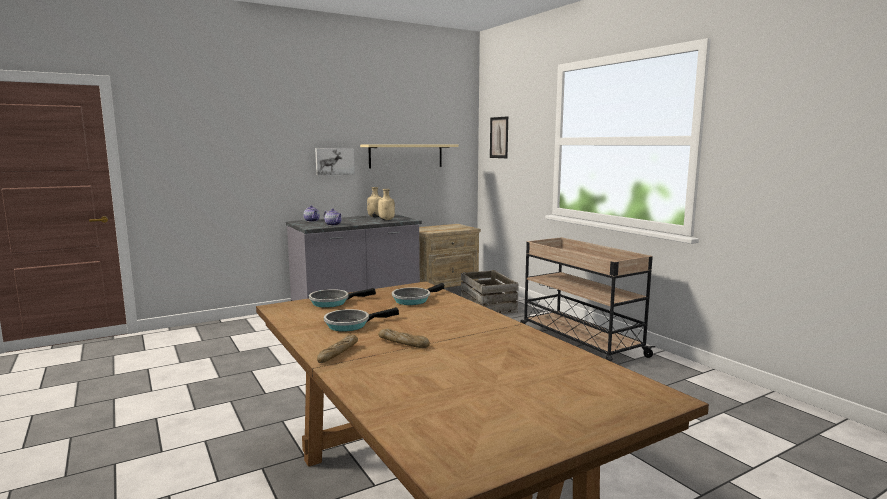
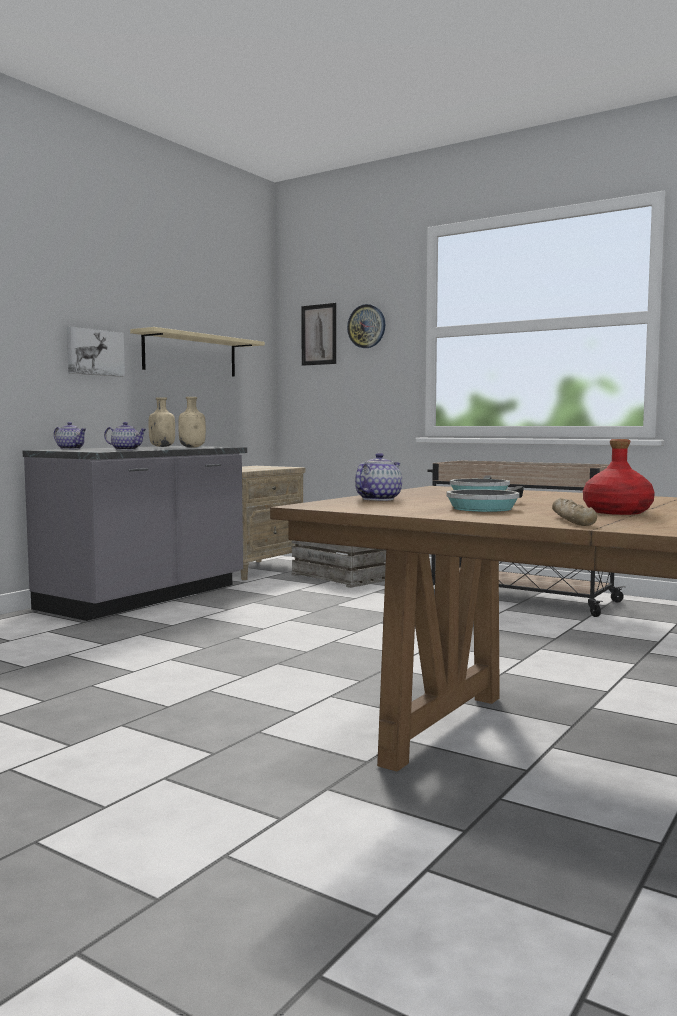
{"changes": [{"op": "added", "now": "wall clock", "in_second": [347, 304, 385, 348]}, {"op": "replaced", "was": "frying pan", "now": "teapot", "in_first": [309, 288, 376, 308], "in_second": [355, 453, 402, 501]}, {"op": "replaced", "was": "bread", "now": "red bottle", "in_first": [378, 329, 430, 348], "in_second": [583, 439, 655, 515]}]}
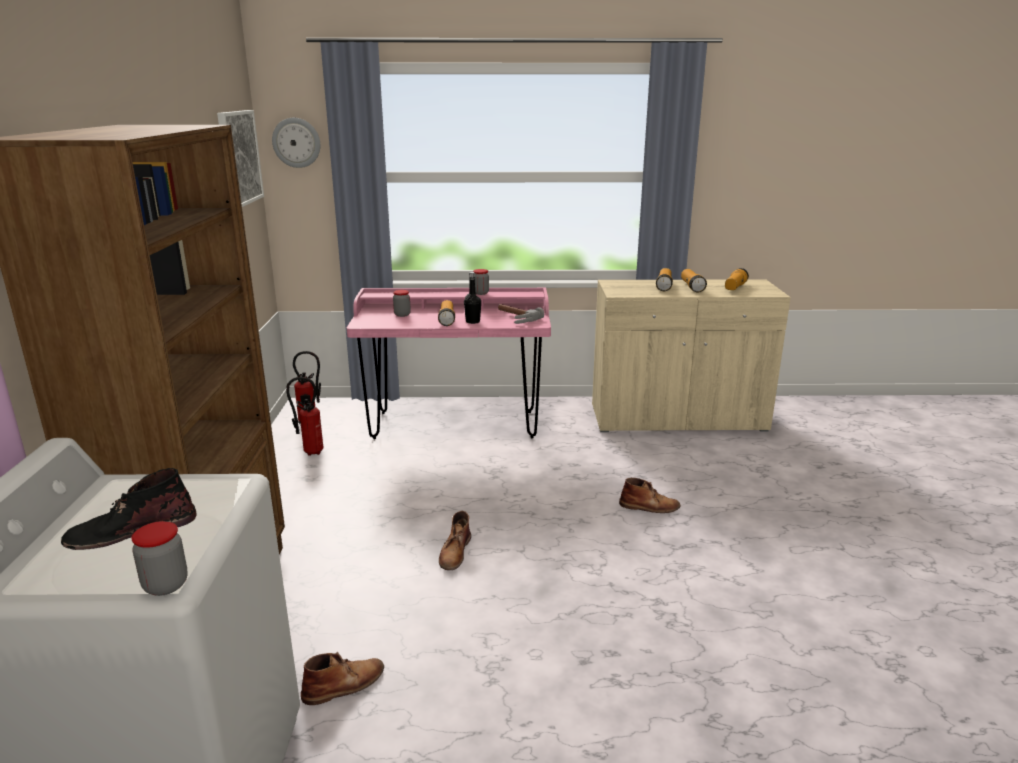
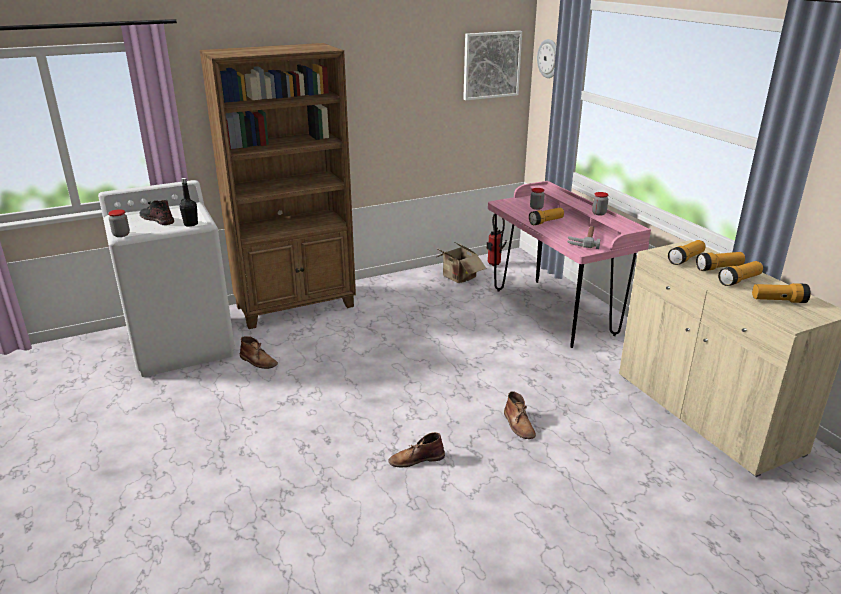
{"changes": [{"op": "moved", "was": "black bottle", "in_first": [464, 272, 481, 324], "in_second": [179, 178, 198, 227]}, {"op": "moved", "was": "brown boot", "in_first": [439, 511, 471, 570], "in_second": [388, 432, 445, 467]}, {"op": "replaced", "was": "fire extinguisher", "now": "cardboard box", "in_first": [286, 377, 324, 456], "in_second": [436, 242, 487, 283]}, {"op": "added", "now": "flashlight", "in_second": [668, 240, 706, 265]}]}
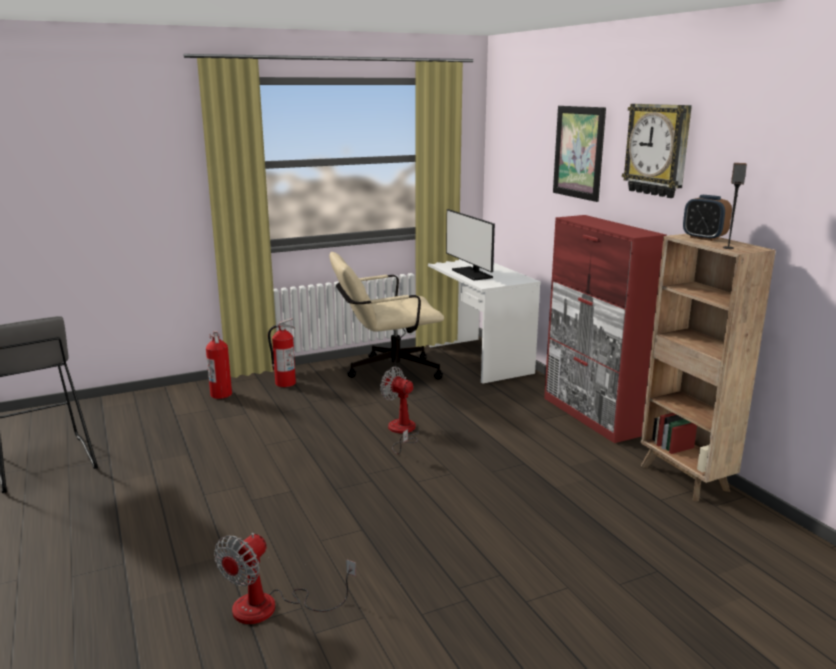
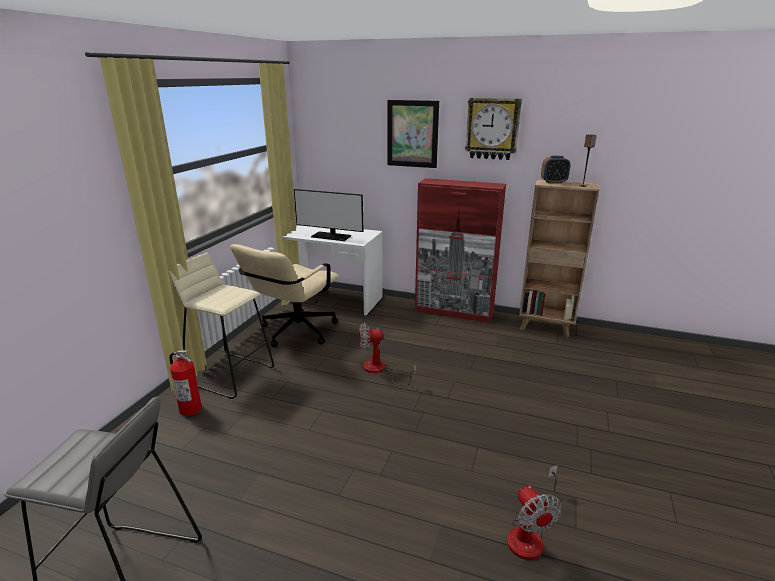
{"changes": [{"op": "replaced", "was": "fire extinguisher", "now": "beige stool", "in_first": [268, 318, 296, 387], "in_second": [169, 253, 274, 399]}]}
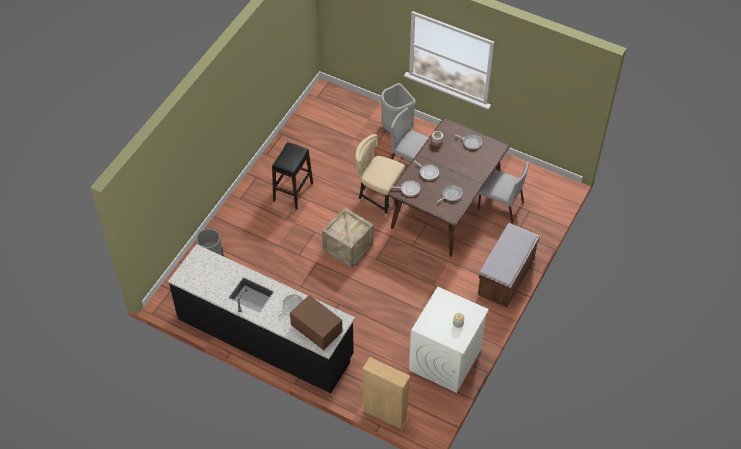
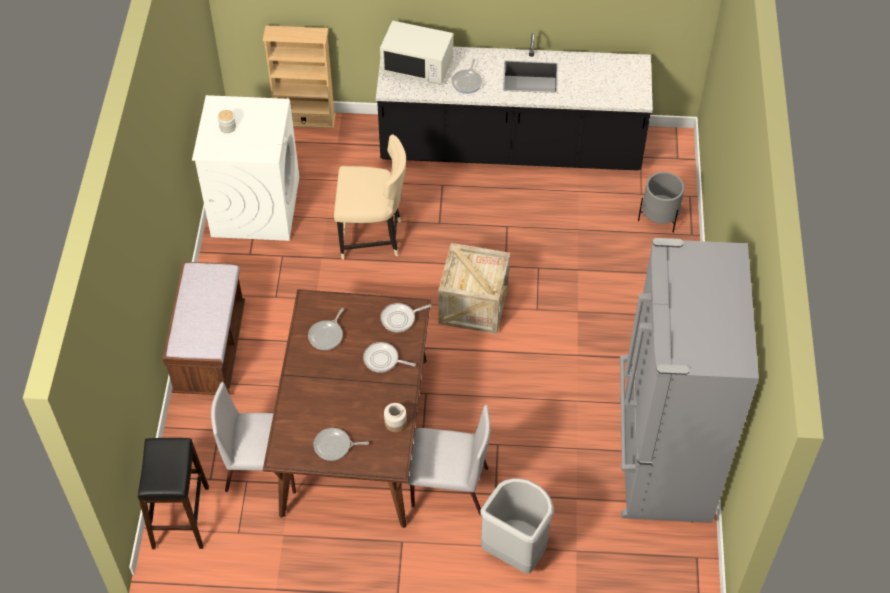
{"changes": [{"op": "moved", "was": "black stool", "in_first": [272, 142, 313, 210], "in_second": [138, 438, 209, 549]}, {"op": "moved", "was": "beige chair", "in_first": [356, 134, 405, 217], "in_second": [334, 134, 406, 260]}, {"op": "recoloured", "was": "brown microwave", "now": "white microwave", "in_first": [290, 295, 343, 350], "in_second": [380, 21, 453, 85]}, {"op": "added", "now": "grey fridge", "in_second": [620, 238, 759, 523]}]}
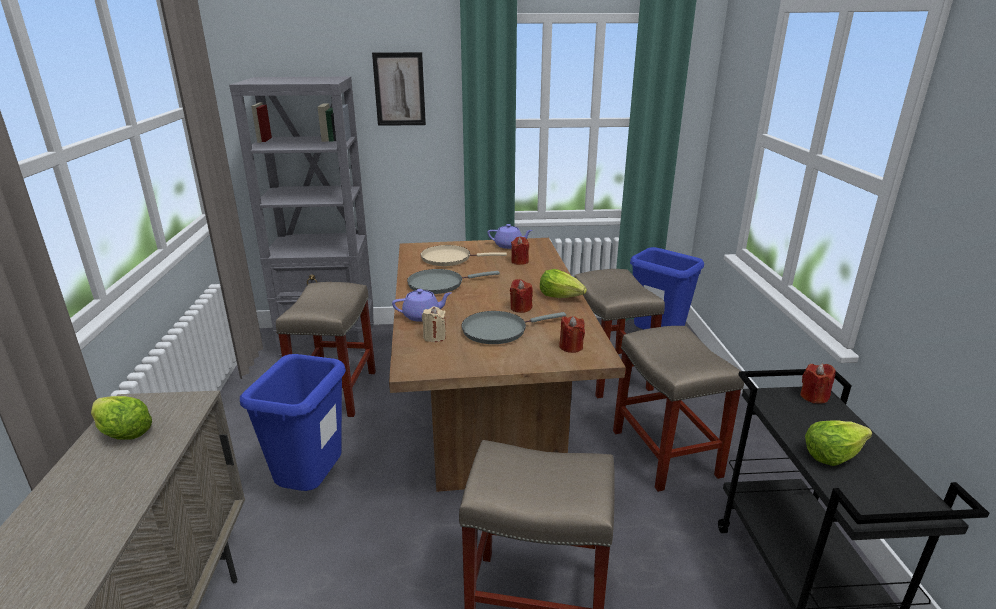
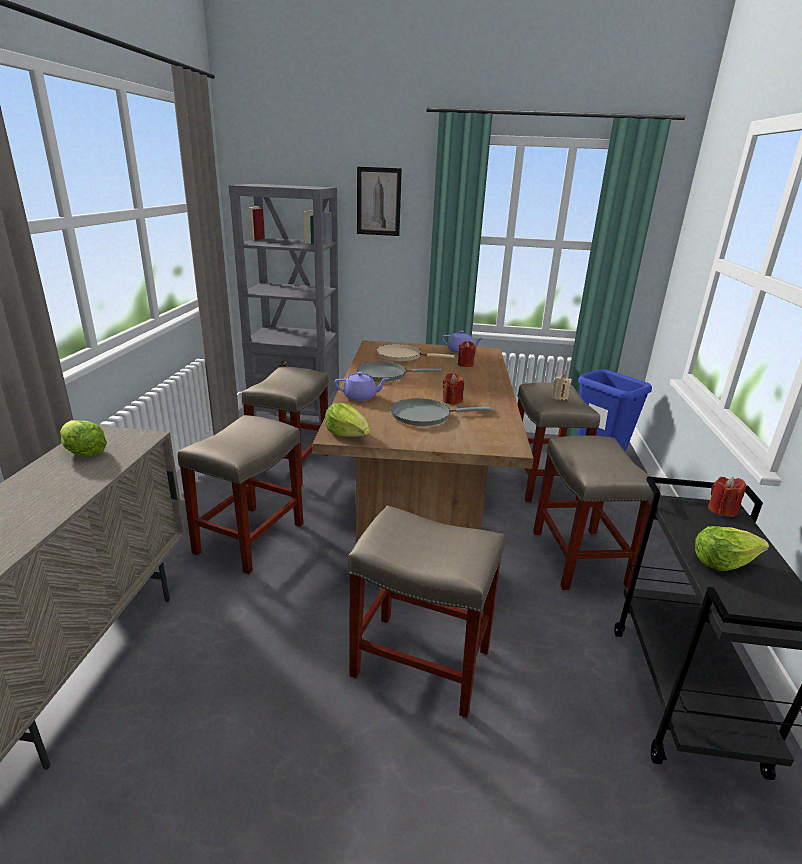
{"changes": [{"op": "replaced", "was": "blue trash can", "now": "beige stool", "in_first": [240, 354, 346, 491], "in_second": [178, 415, 303, 574]}, {"op": "moved", "was": "lettuce", "in_first": [540, 269, 587, 298], "in_second": [325, 403, 370, 437]}, {"op": "moved", "was": "beige candle", "in_first": [422, 307, 446, 342], "in_second": [552, 375, 572, 400]}, {"op": "removed", "was": "red candle", "in_first": [559, 316, 585, 353]}]}
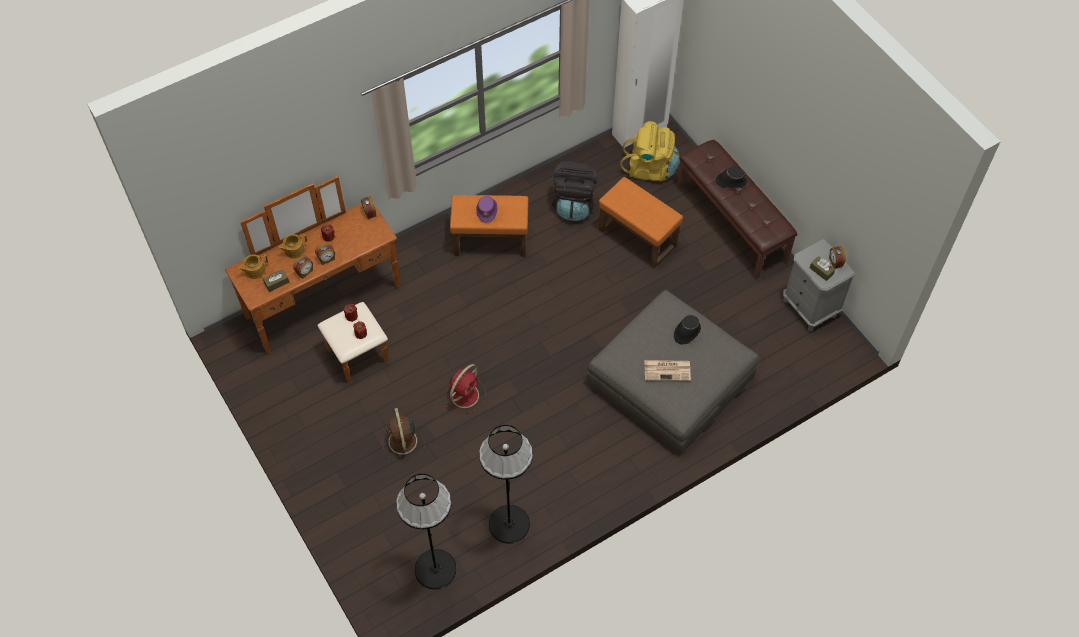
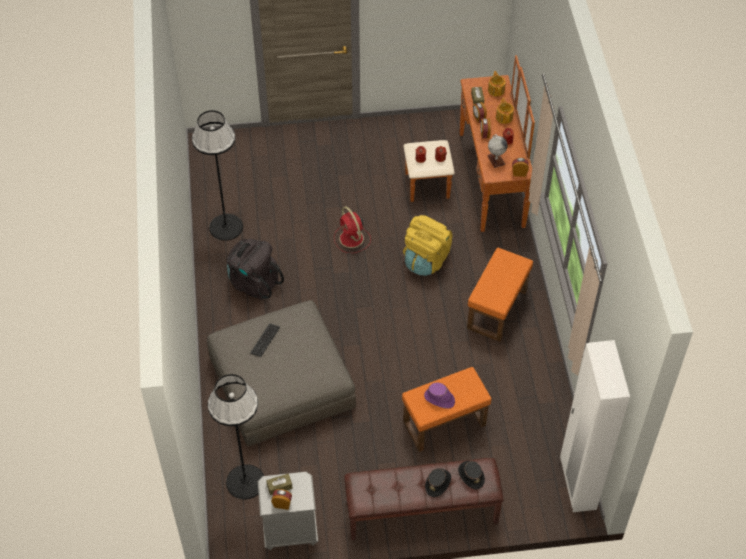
{"changes": [{"op": "moved", "was": "black floor lamp", "in_first": [396, 473, 457, 589], "in_second": [208, 374, 264, 499]}, {"op": "moved", "was": "black backpack", "in_first": [552, 161, 598, 221], "in_second": [227, 239, 284, 300]}, {"op": "replaced", "was": "newspaper", "now": "keyboard", "in_first": [645, 360, 691, 381], "in_second": [250, 323, 280, 357]}, {"op": "moved", "was": "yellow backpack", "in_first": [620, 121, 680, 181], "in_second": [403, 215, 452, 276]}, {"op": "moved", "was": "purple hat", "in_first": [476, 196, 497, 223], "in_second": [424, 382, 455, 409]}, {"op": "moved", "was": "black hat", "in_first": [674, 315, 701, 345], "in_second": [458, 461, 485, 490]}, {"op": "added", "now": "globe", "in_second": [487, 134, 508, 168]}, {"op": "removed", "was": "brown fan", "in_first": [382, 408, 425, 461]}]}
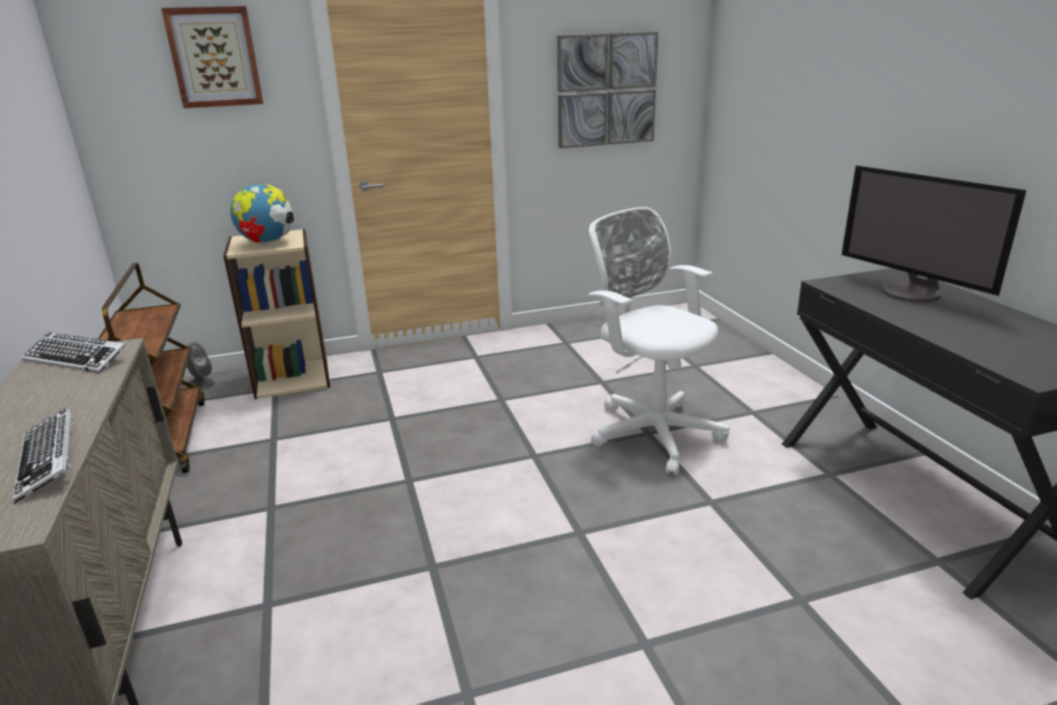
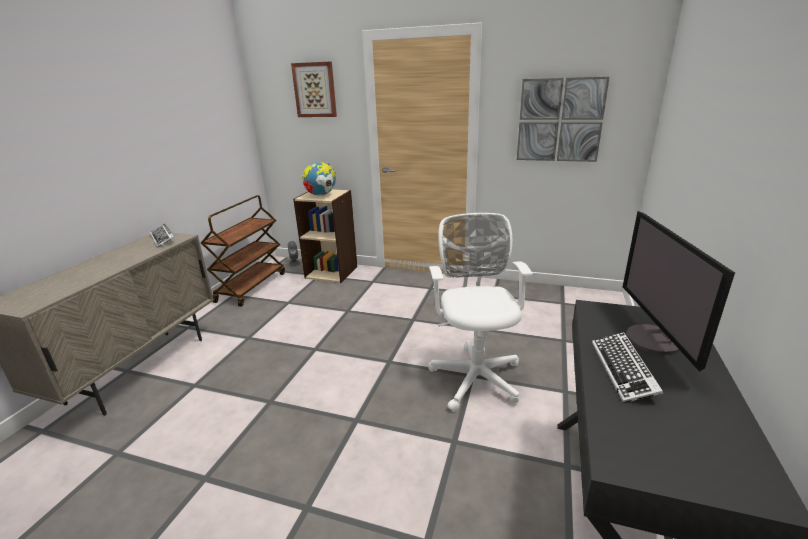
{"changes": [{"op": "moved", "was": "keyboard", "in_first": [12, 408, 74, 504], "in_second": [592, 332, 663, 403]}]}
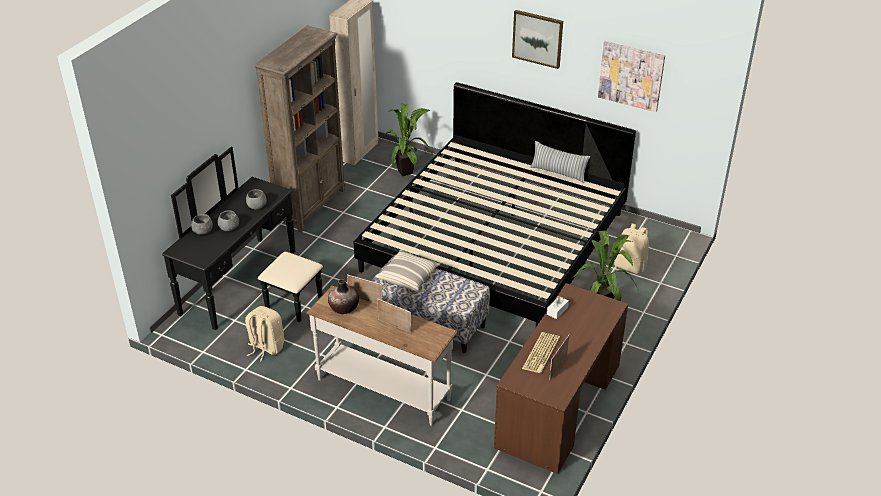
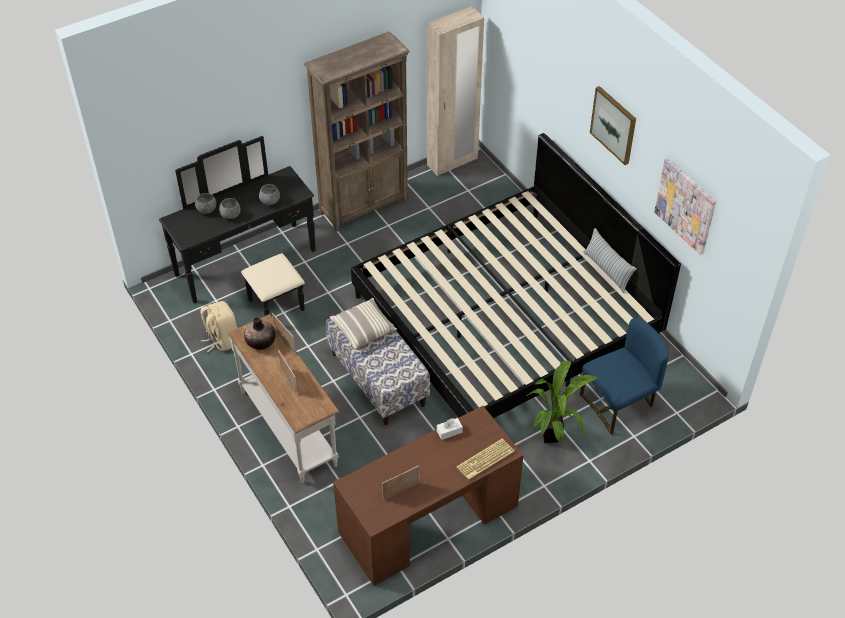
{"changes": [{"op": "moved", "was": "keyboard", "in_first": [522, 332, 560, 373], "in_second": [456, 438, 515, 480]}, {"op": "replaced", "was": "beige backpack", "now": "blue chair", "in_first": [614, 223, 649, 274], "in_second": [580, 318, 669, 435]}, {"op": "removed", "was": "potted plant", "in_first": [381, 103, 434, 176]}]}
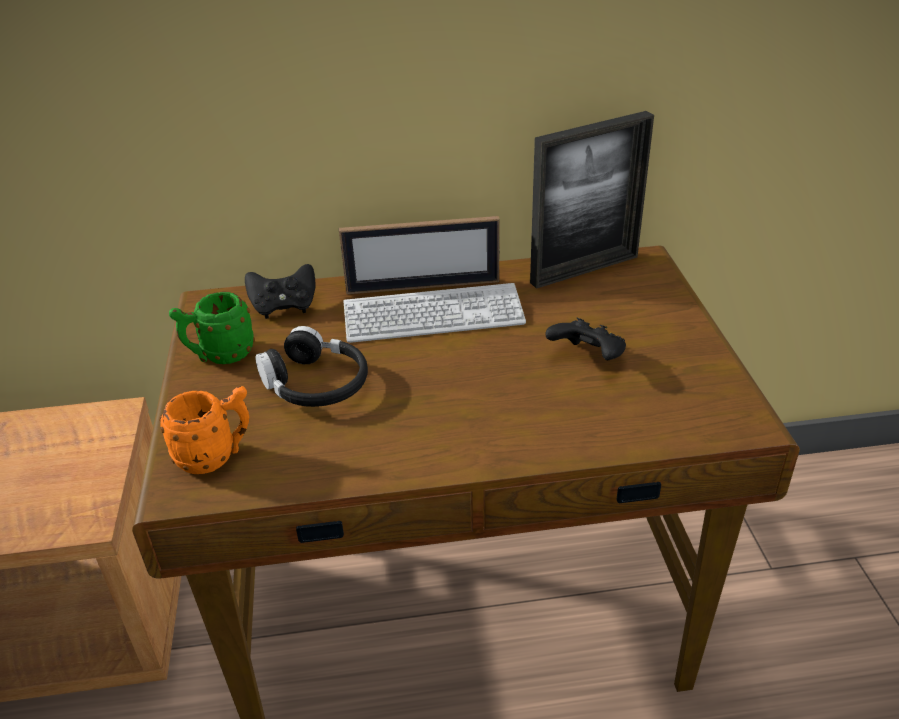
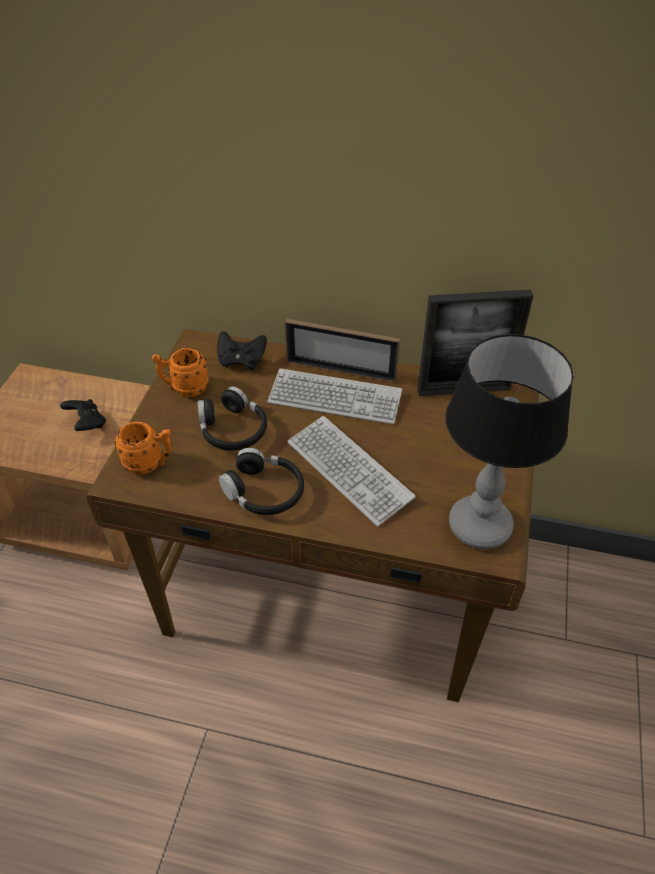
{"changes": [{"op": "moved", "was": "black game controller", "in_first": [545, 318, 626, 360], "in_second": [60, 399, 106, 431]}, {"op": "recoloured", "was": "green mug", "now": "orange mug", "in_first": [169, 292, 255, 364], "in_second": [152, 348, 209, 397]}, {"op": "added", "now": "black headphones", "in_second": [219, 448, 304, 515]}, {"op": "added", "now": "keyboard", "in_second": [287, 416, 416, 526]}, {"op": "added", "now": "table lamp", "in_second": [445, 334, 574, 549]}]}
